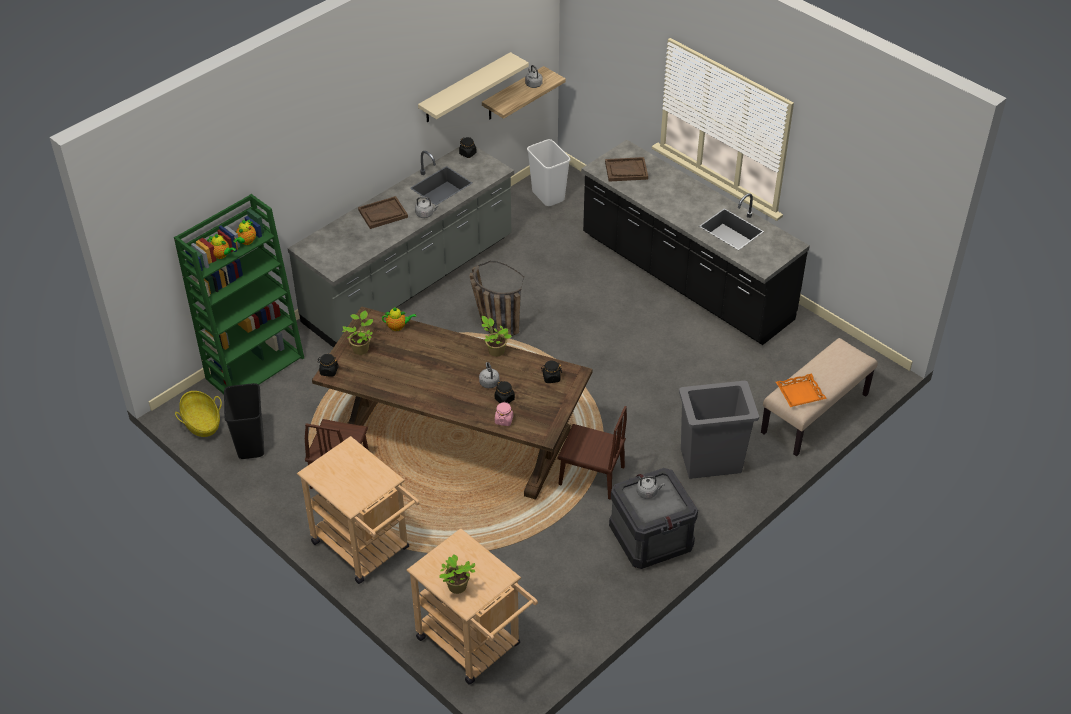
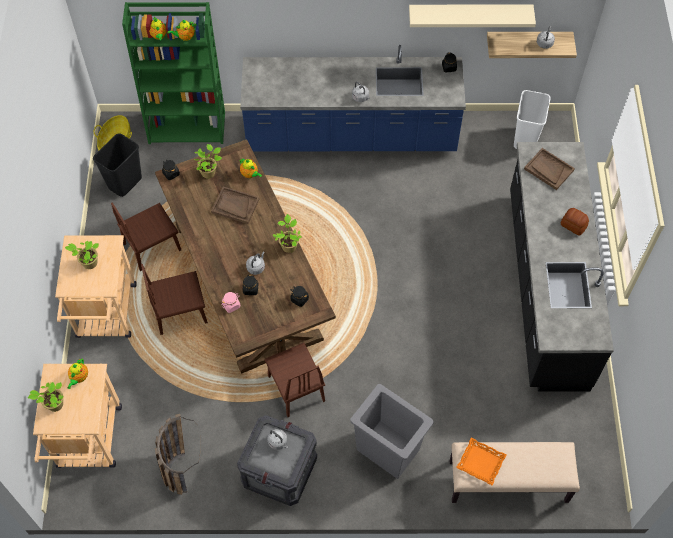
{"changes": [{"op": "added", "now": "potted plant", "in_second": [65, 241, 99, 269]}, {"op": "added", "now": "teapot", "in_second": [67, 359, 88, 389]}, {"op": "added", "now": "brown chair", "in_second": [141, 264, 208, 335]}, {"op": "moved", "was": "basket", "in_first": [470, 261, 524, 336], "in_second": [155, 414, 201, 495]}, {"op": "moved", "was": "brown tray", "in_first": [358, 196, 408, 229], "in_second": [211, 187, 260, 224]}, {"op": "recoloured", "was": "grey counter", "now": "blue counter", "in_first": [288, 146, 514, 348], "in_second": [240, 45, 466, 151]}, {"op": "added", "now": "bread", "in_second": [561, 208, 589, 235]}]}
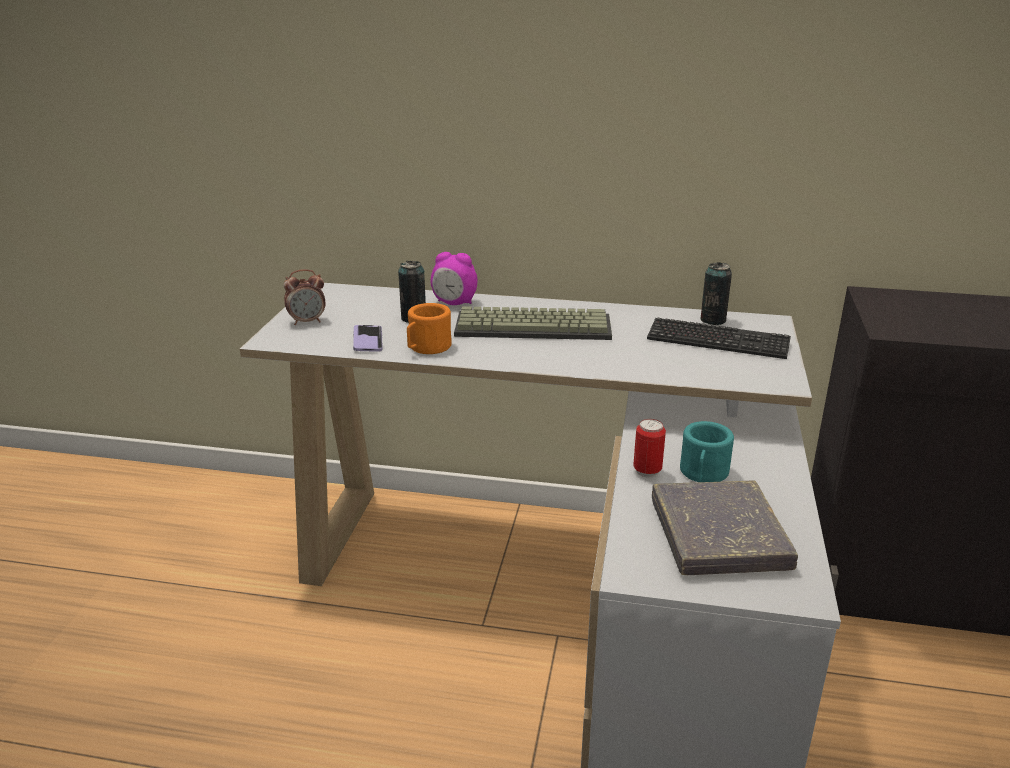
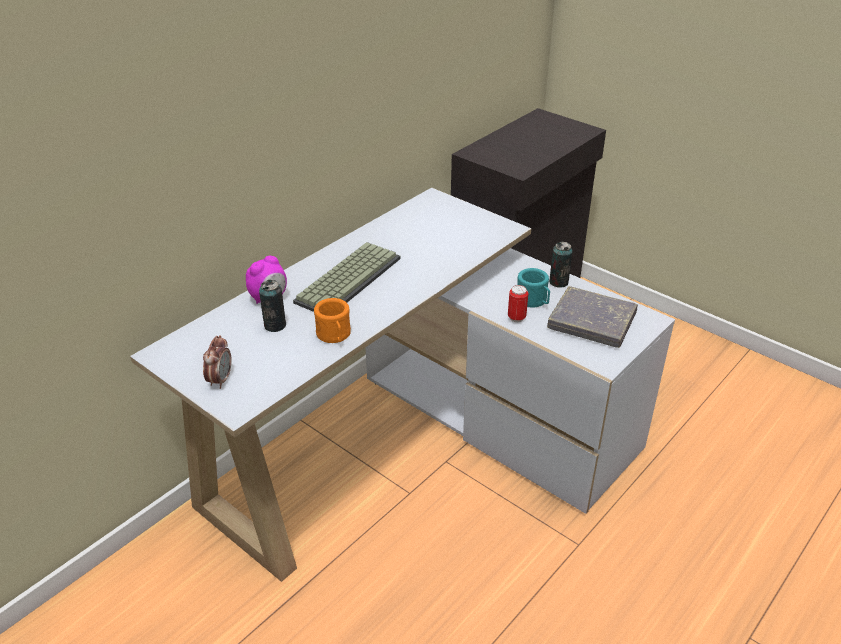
{"changes": [{"op": "moved", "was": "can", "in_first": [700, 262, 732, 325], "in_second": [549, 241, 573, 288]}, {"op": "removed", "was": "phone", "in_first": [353, 325, 383, 352]}, {"op": "removed", "was": "keyboard", "in_first": [647, 317, 791, 359]}]}
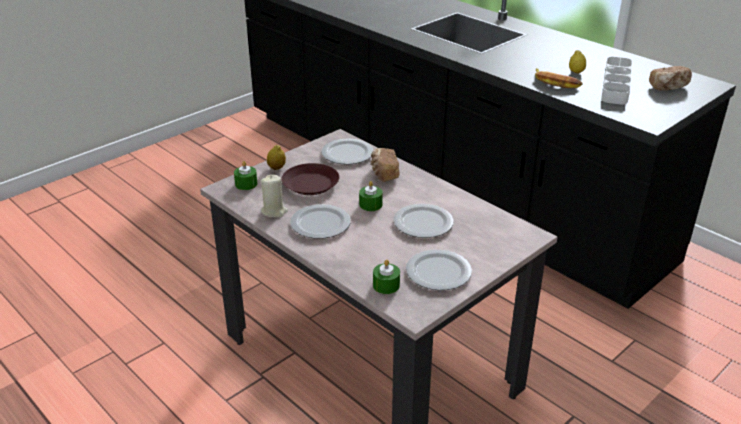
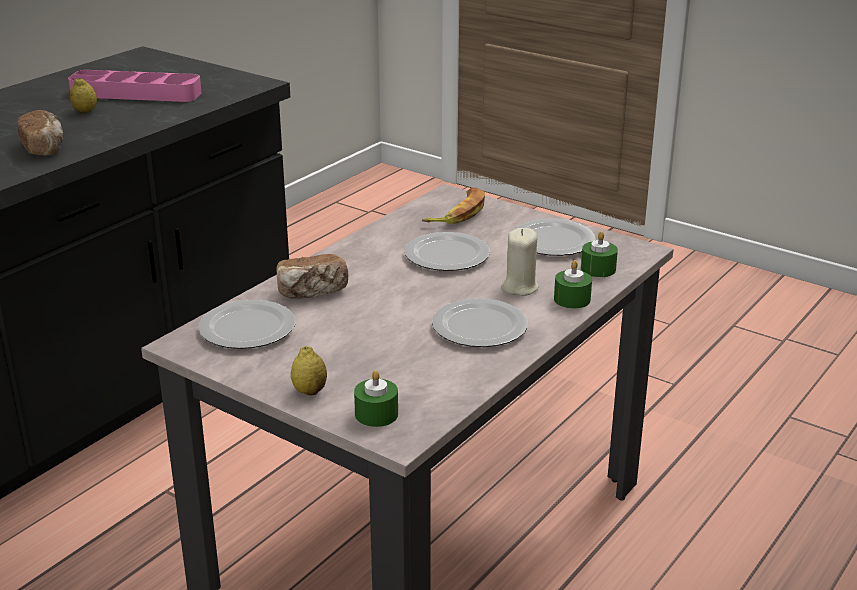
{"changes": [{"op": "moved", "was": "bread", "in_first": [649, 66, 692, 91], "in_second": [17, 110, 63, 156]}, {"op": "recoloured", "was": "grey tray", "now": "pink tray", "in_first": [601, 57, 632, 105], "in_second": [68, 70, 202, 102]}, {"op": "moved", "was": "banana", "in_first": [535, 68, 583, 88], "in_second": [422, 187, 485, 224]}, {"op": "moved", "was": "beige candle", "in_first": [260, 175, 288, 217], "in_second": [501, 228, 539, 296]}, {"op": "moved", "was": "green candle", "in_first": [359, 181, 383, 211], "in_second": [554, 260, 592, 309]}, {"op": "removed", "was": "brown plate", "in_first": [282, 163, 339, 195]}]}
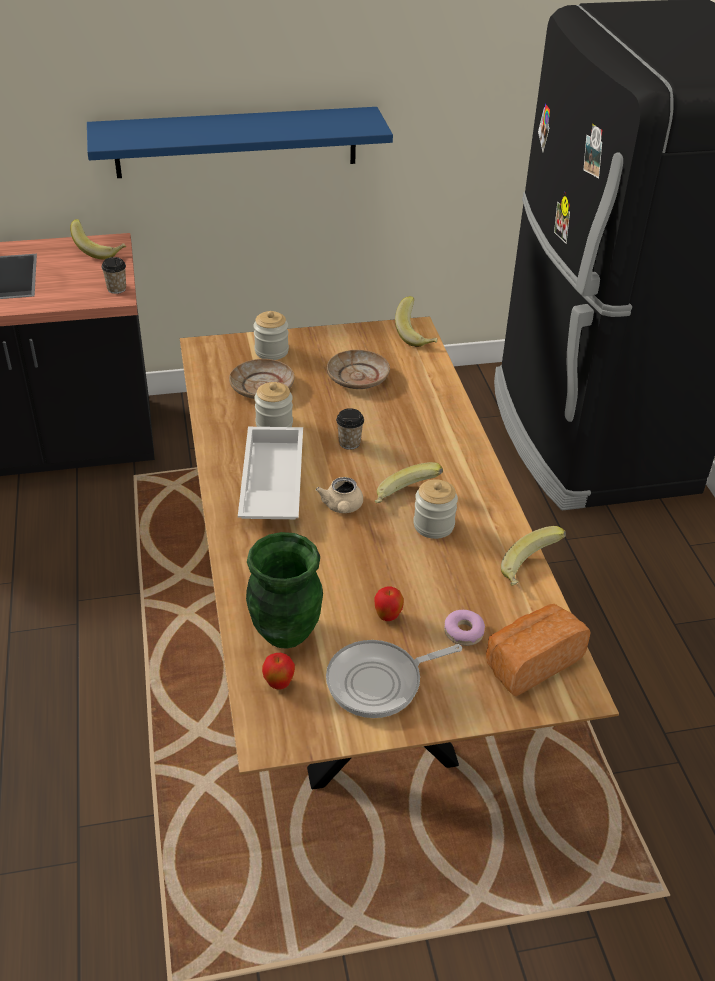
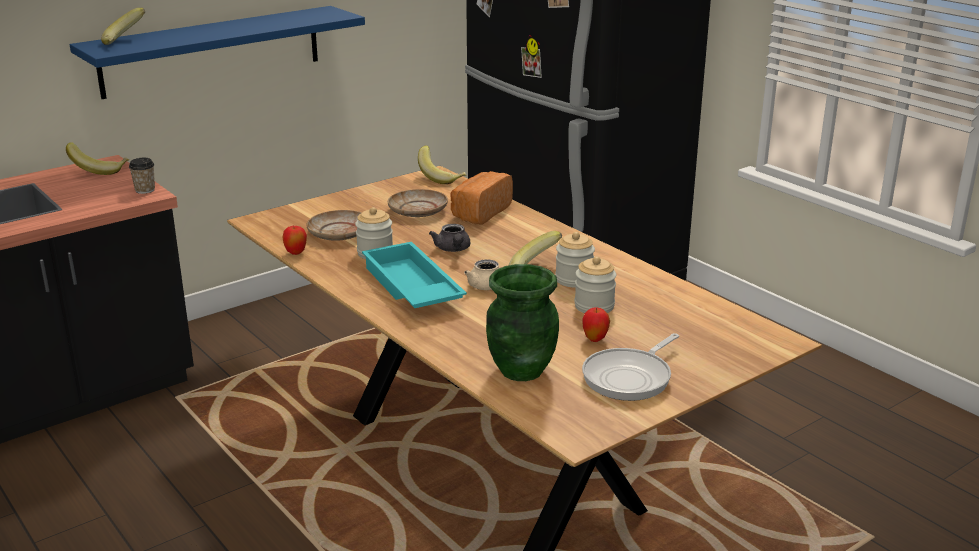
{"changes": [{"op": "moved", "was": "banana", "in_first": [501, 526, 566, 586], "in_second": [101, 8, 145, 45]}, {"op": "moved", "was": "apple", "in_first": [262, 653, 295, 689], "in_second": [282, 225, 307, 255]}, {"op": "recoloured", "was": "white tray", "now": "turquoise tray", "in_first": [238, 427, 303, 519], "in_second": [362, 242, 467, 308]}, {"op": "replaced", "was": "cup", "now": "grey teapot", "in_first": [336, 408, 364, 450], "in_second": [429, 224, 470, 252]}, {"op": "moved", "was": "bread", "in_first": [486, 604, 590, 696], "in_second": [450, 171, 513, 225]}, {"op": "moved", "was": "jar", "in_first": [253, 311, 289, 360], "in_second": [575, 256, 616, 313]}, {"op": "removed", "was": "donut", "in_first": [444, 610, 485, 646]}]}
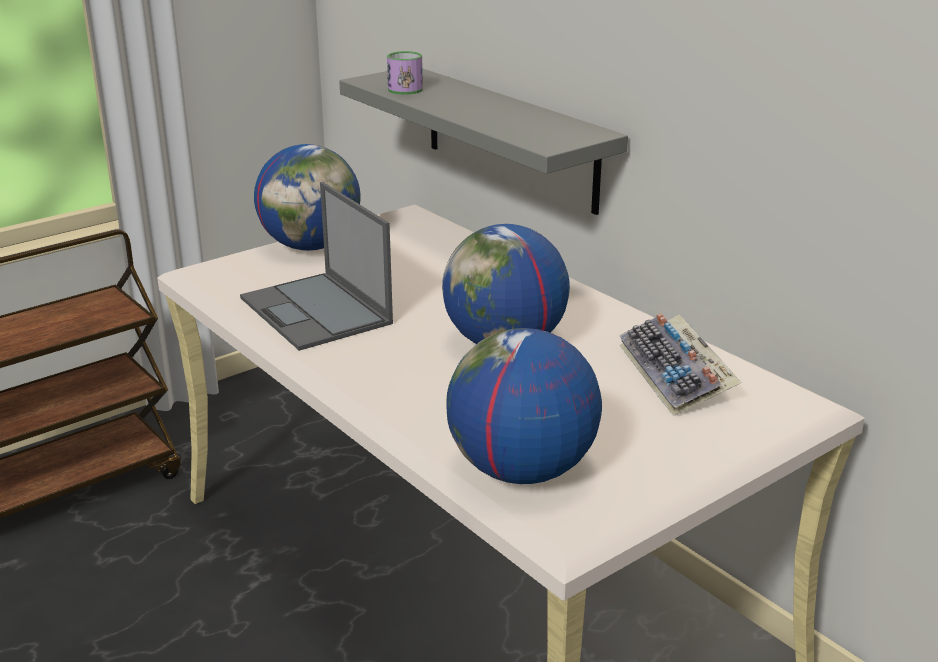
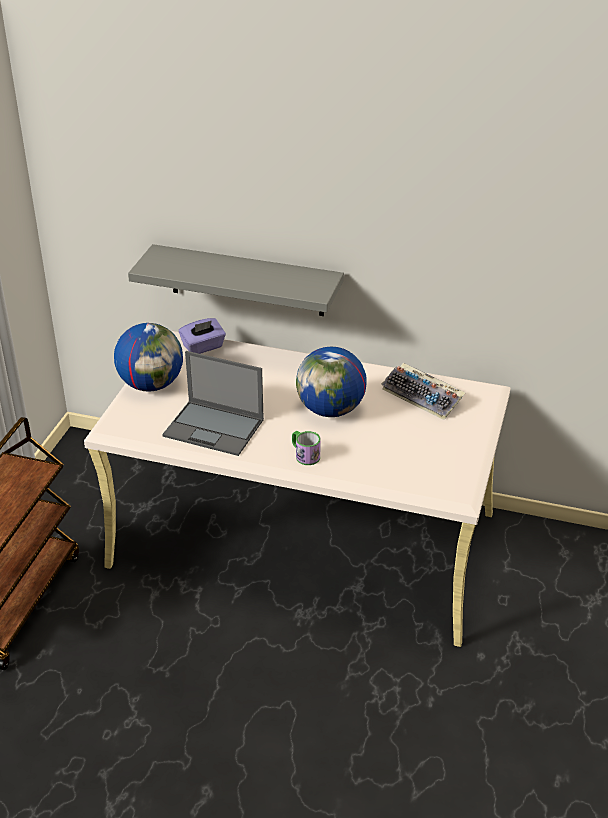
{"changes": [{"op": "added", "now": "purple tissue box", "in_second": [179, 318, 226, 354]}, {"op": "moved", "was": "mug", "in_first": [387, 51, 423, 95], "in_second": [292, 431, 321, 465]}, {"op": "removed", "was": "globe", "in_first": [446, 328, 602, 484]}]}
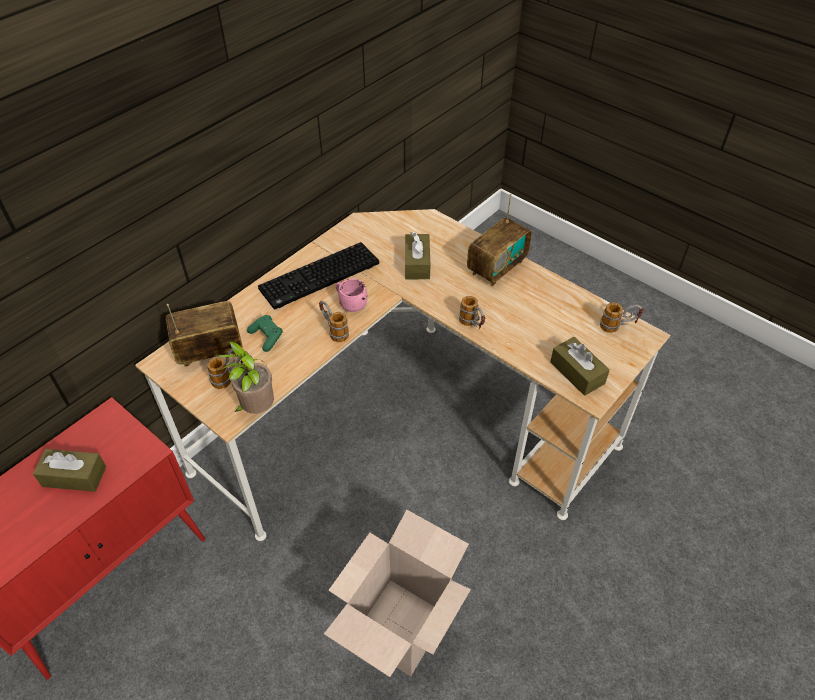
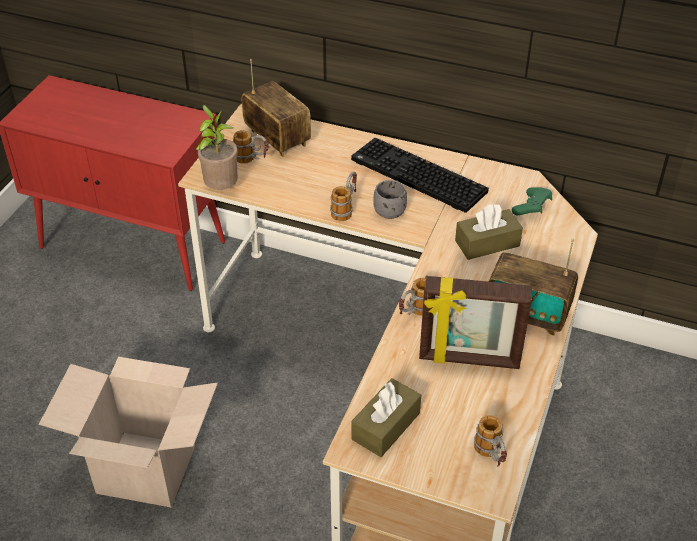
{"changes": [{"op": "recoloured", "was": "pink mug", "now": "grey mug", "in_first": [336, 279, 367, 312], "in_second": [373, 180, 407, 219]}, {"op": "added", "now": "picture frame", "in_second": [419, 276, 532, 369]}, {"op": "moved", "was": "green game controller", "in_first": [247, 315, 283, 352], "in_second": [512, 187, 552, 215]}, {"op": "removed", "was": "brown tissue box", "in_first": [33, 449, 106, 492]}]}
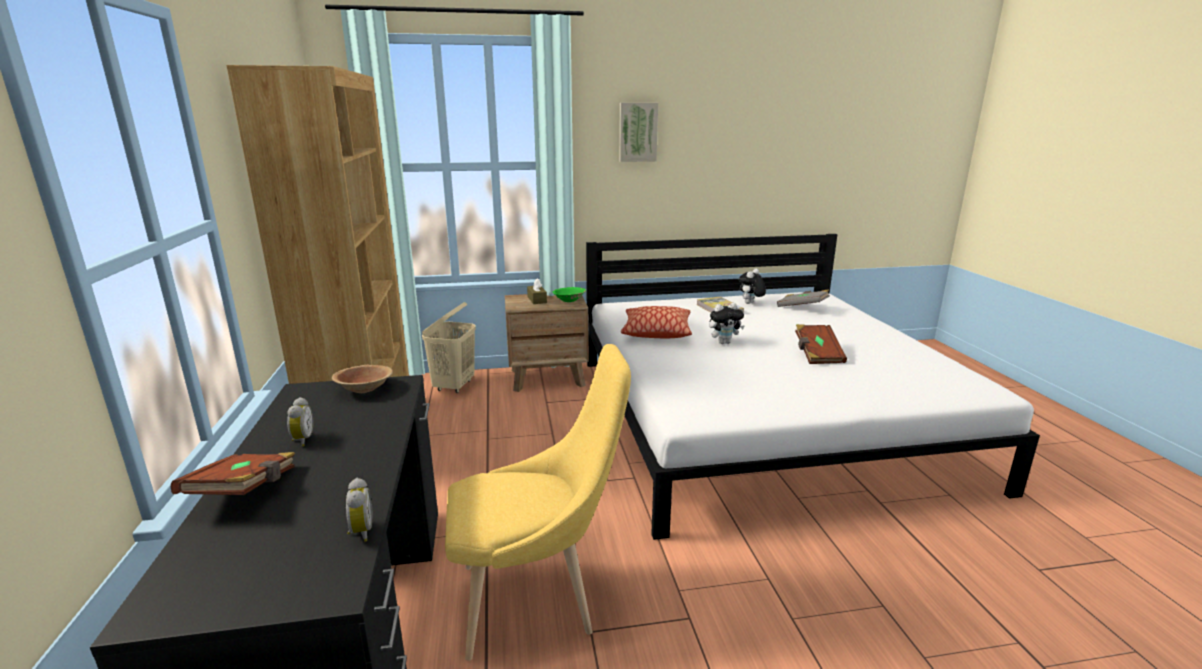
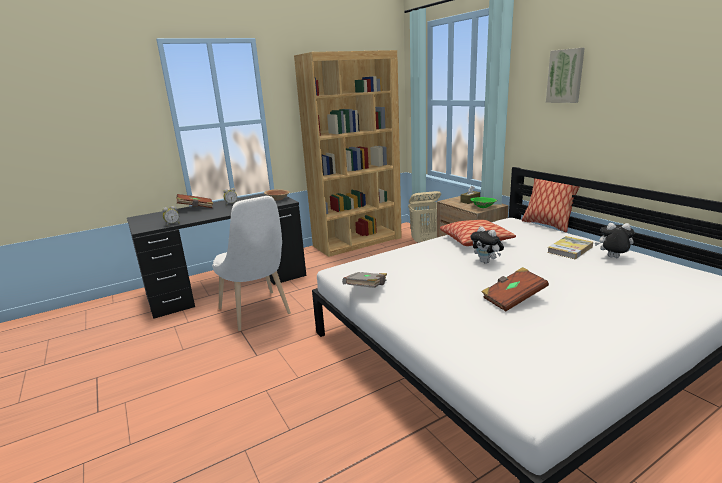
{"changes": [{"op": "recoloured", "was": "yellow chair", "now": "white chair", "in_first": [445, 344, 631, 661], "in_second": [212, 196, 291, 331]}, {"op": "moved", "was": "grey book", "in_first": [777, 289, 830, 307], "in_second": [342, 272, 387, 288]}, {"op": "added", "now": "pillow", "in_second": [522, 178, 579, 232]}]}
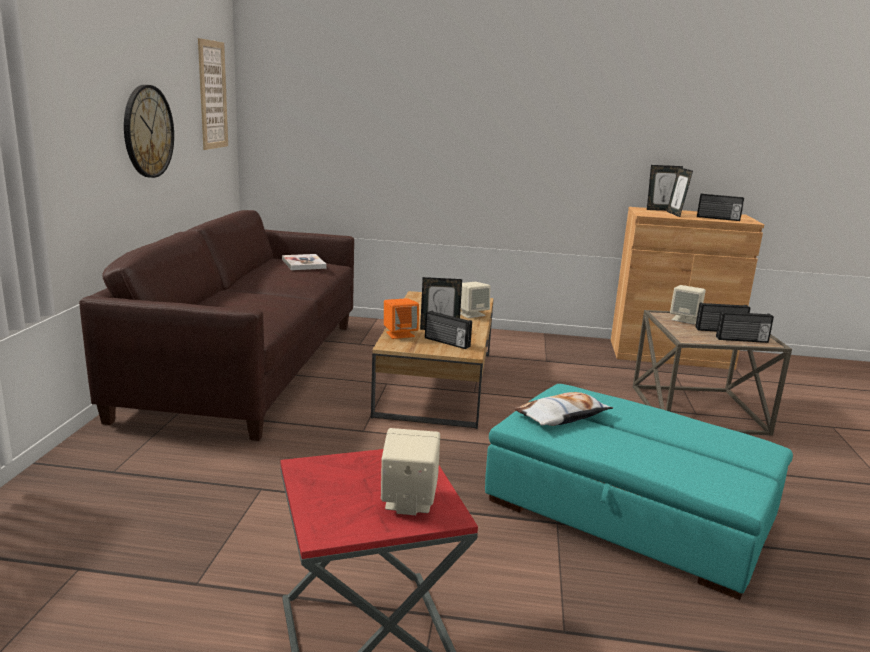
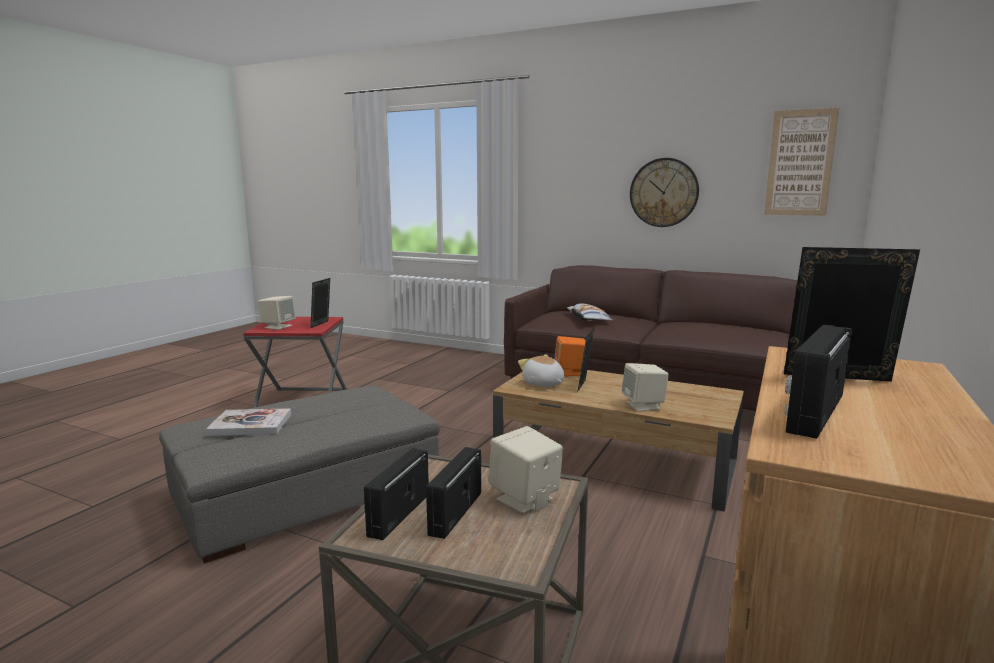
{"changes": [{"op": "recoloured", "was": "turquoise ottoman", "now": "grey ottoman", "in_first": [485, 384, 793, 600], "in_second": [159, 386, 440, 563]}, {"op": "moved", "was": "book", "in_first": [282, 254, 327, 270], "in_second": [206, 408, 291, 436]}, {"op": "moved", "was": "picture frame", "in_first": [647, 165, 683, 211], "in_second": [311, 278, 330, 328]}, {"op": "replaced", "was": "radio", "now": "plush toy", "in_first": [425, 311, 472, 349], "in_second": [518, 354, 565, 387]}, {"op": "moved", "was": "pillow", "in_first": [513, 392, 613, 426], "in_second": [567, 304, 614, 321]}]}
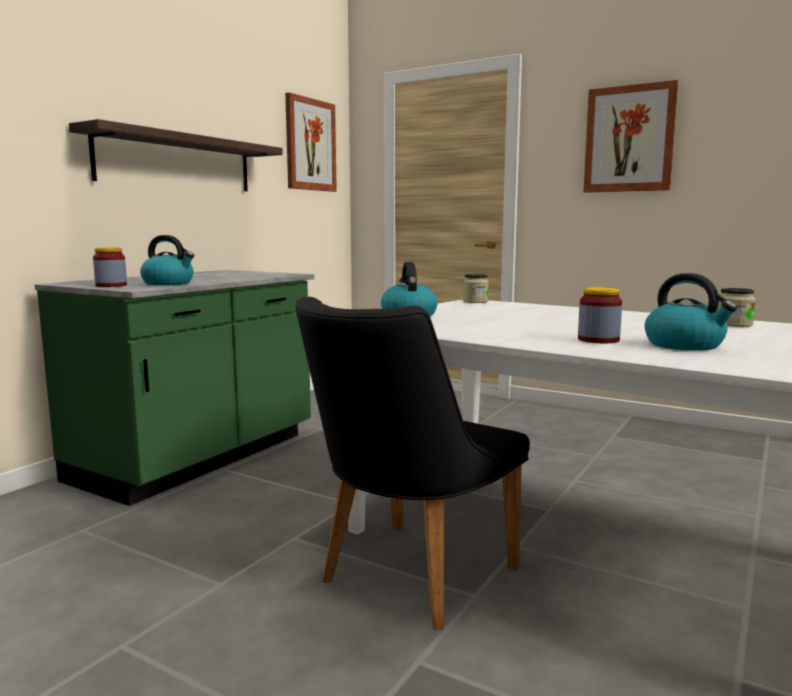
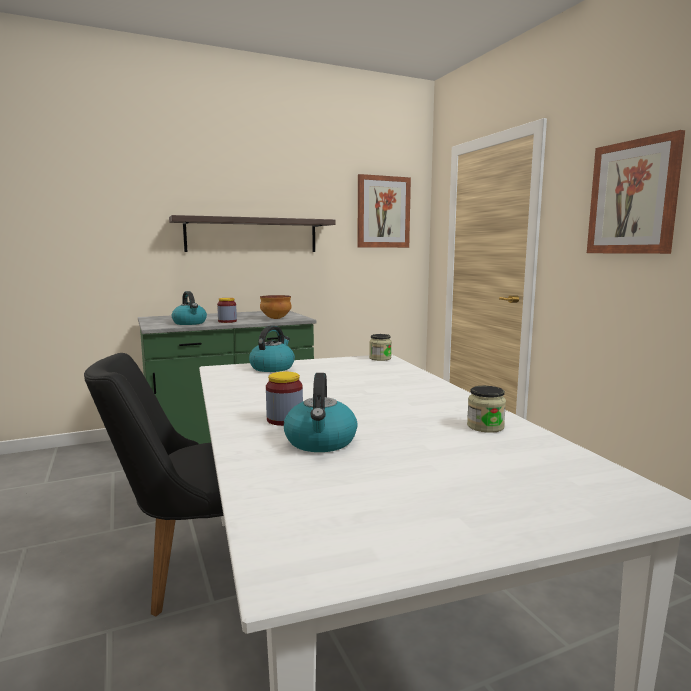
{"changes": [{"op": "moved", "was": "jar", "in_first": [93, 248, 127, 287], "in_second": [217, 298, 237, 323]}, {"op": "added", "now": "bowl", "in_second": [260, 295, 292, 319]}]}
